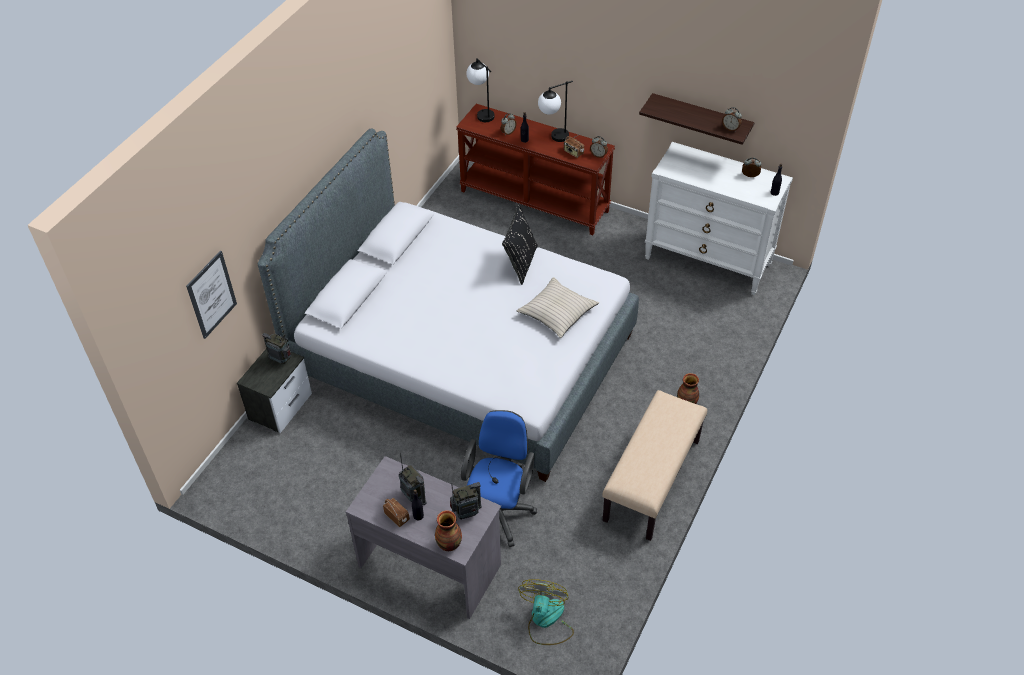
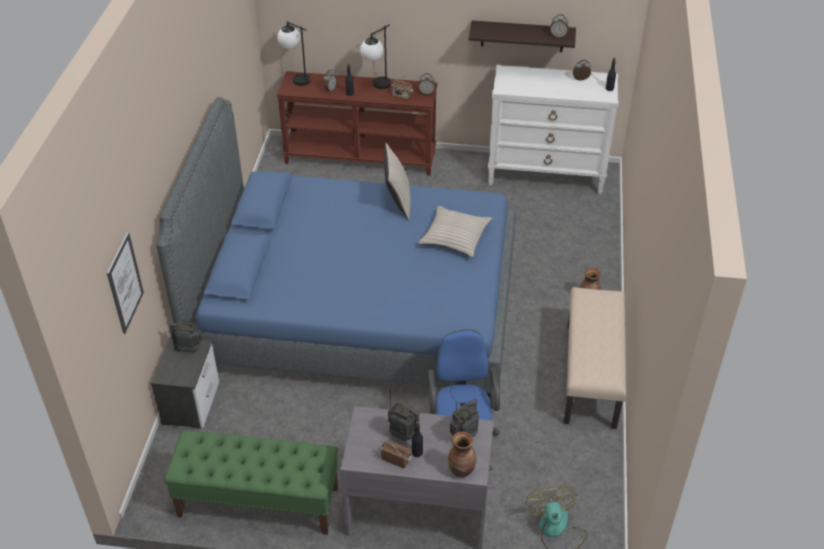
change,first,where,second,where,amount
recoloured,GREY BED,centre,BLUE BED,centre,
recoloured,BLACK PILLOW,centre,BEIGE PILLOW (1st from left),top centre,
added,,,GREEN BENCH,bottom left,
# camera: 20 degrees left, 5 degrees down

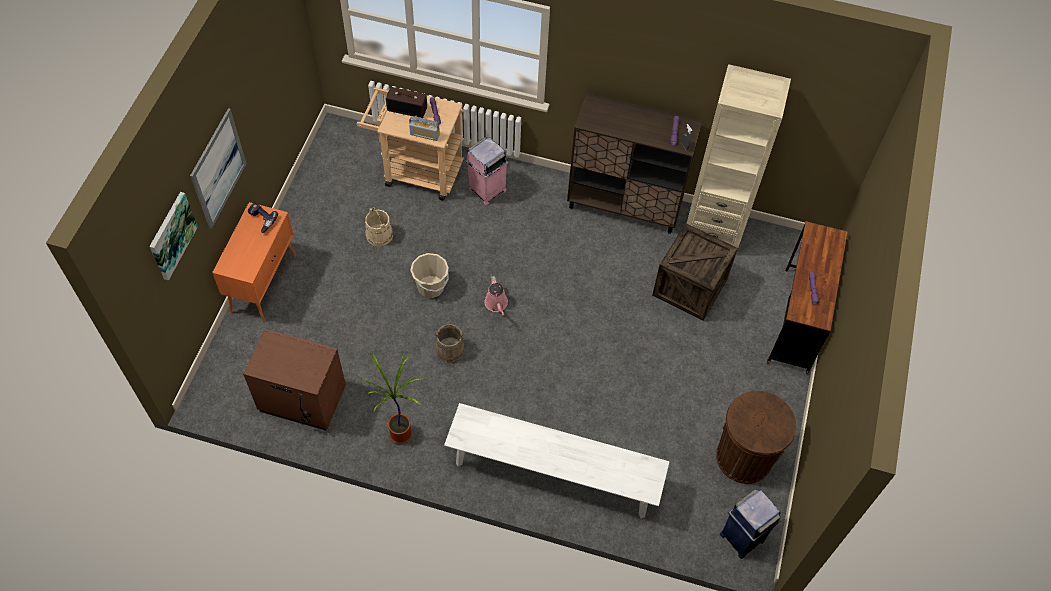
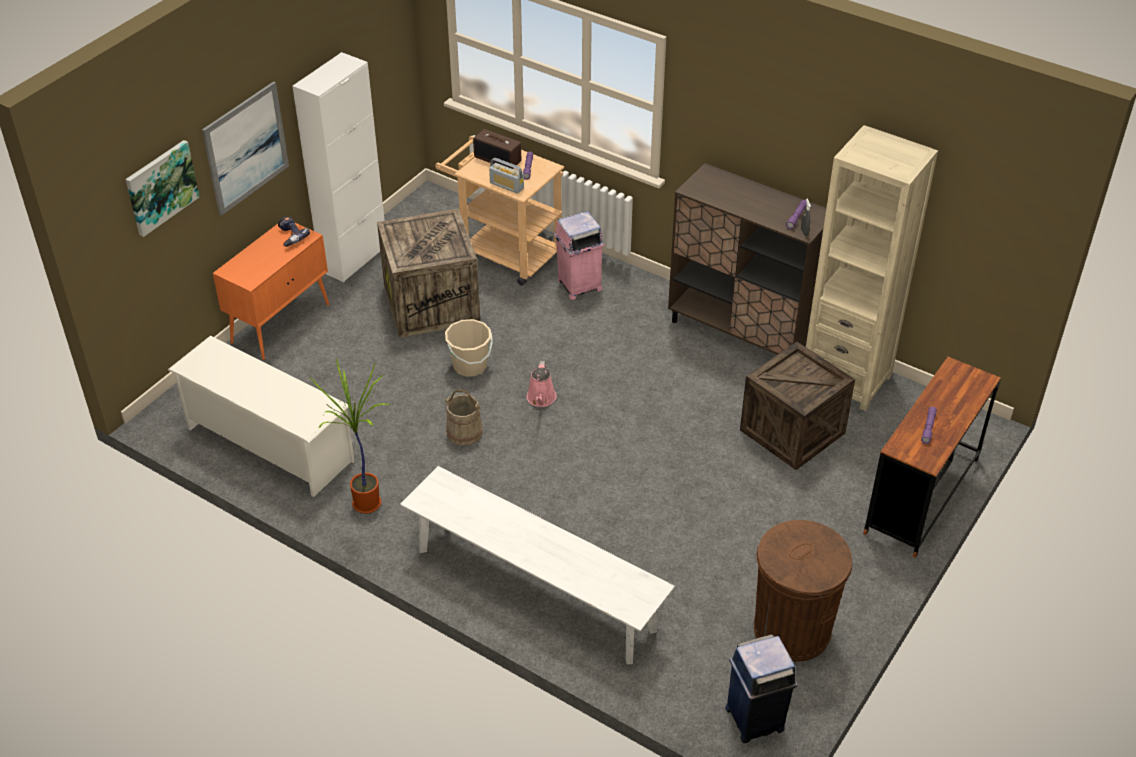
change,first,where,second,where,amount
replaced,BEIGE BUCKET (1st from left),centre,CRATE (1st from left),centre,
replaced,BROWN NIGHTSTAND,middle left,WHITE SHOE RACK,middle left,
added,,,WHITE CABINET,top left,
# camera: 20 degrees right, 15 degrees down

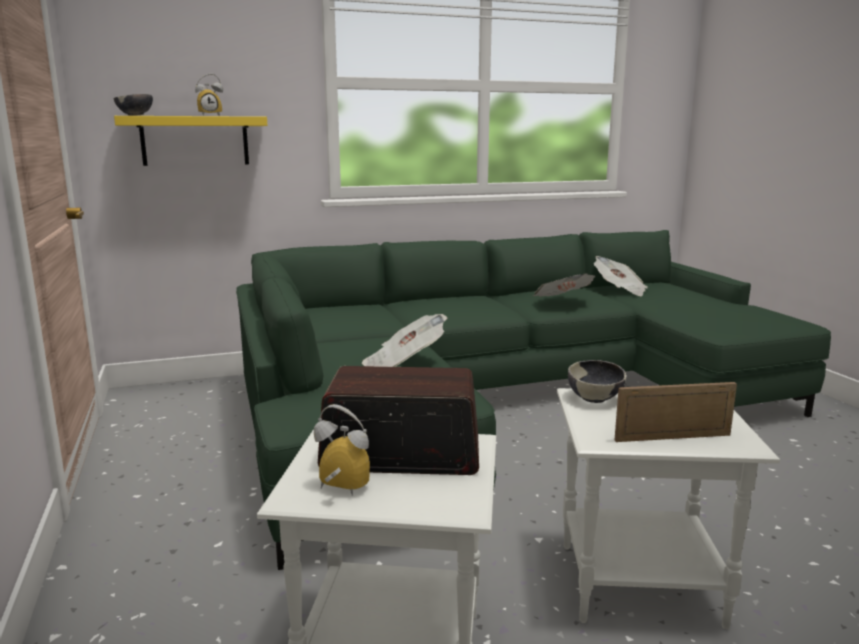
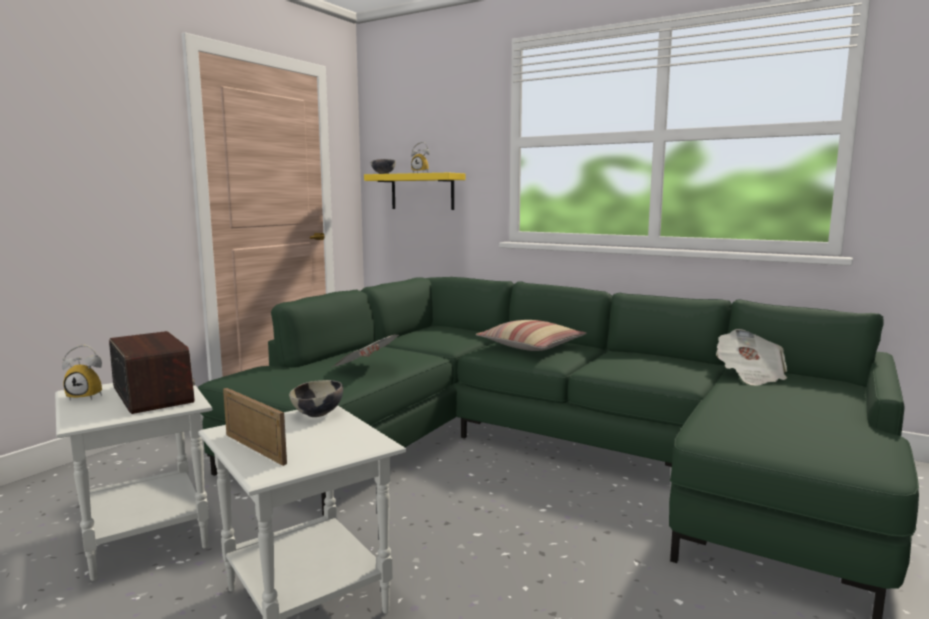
change,first,where,second,where,amount
removed,NEWSPAPER (2nd from left),centre,,,
turned,ALARM CLOCK (2nd from left in the first image),bottom centre,ALARM CLOCK (1st from left),middle left,105 degrees clockwise
added,,,PILLOW,centre,
# camera: 50 degrees right, 5 degrees down

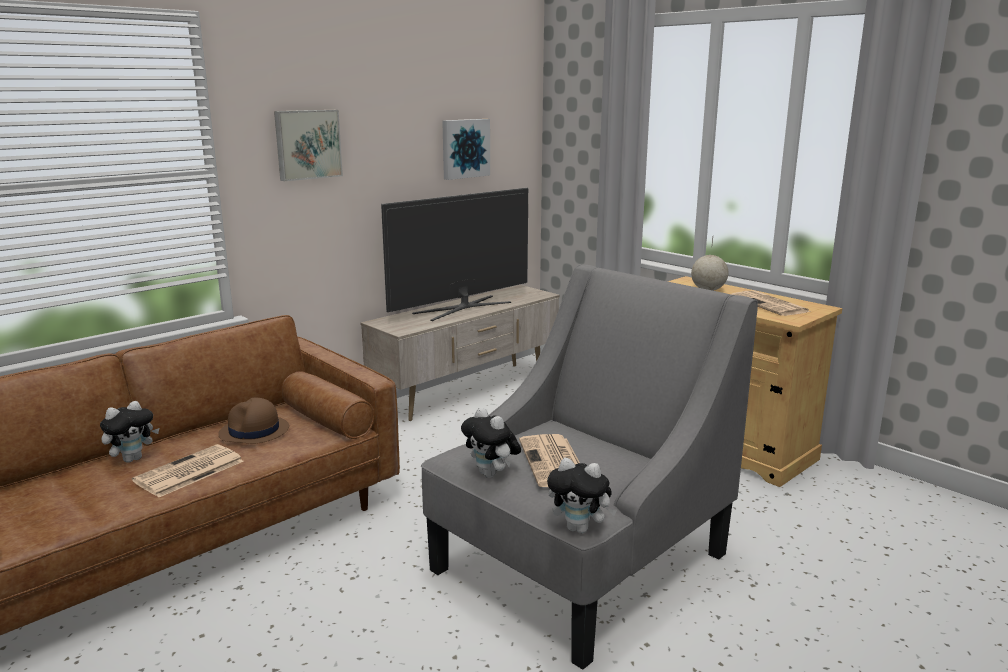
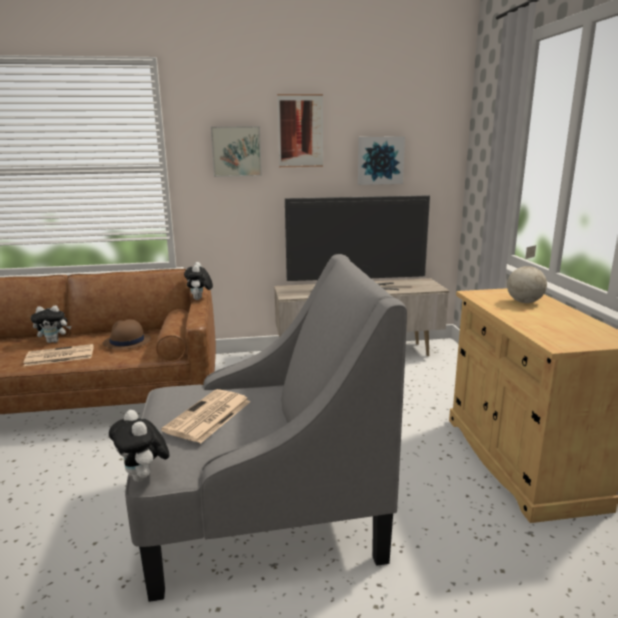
change,first,where,second,where,amount
removed,NEWSPAPER (3rd from left),middle right,,,
moved,PLUSH TOY (2nd from left in the first image),centre,PLUSH TOY (3rd from left),middle left,
added,,,PICTURE (2nd from left),top centre,
# camera: 35 degrees right, 0 degrees up

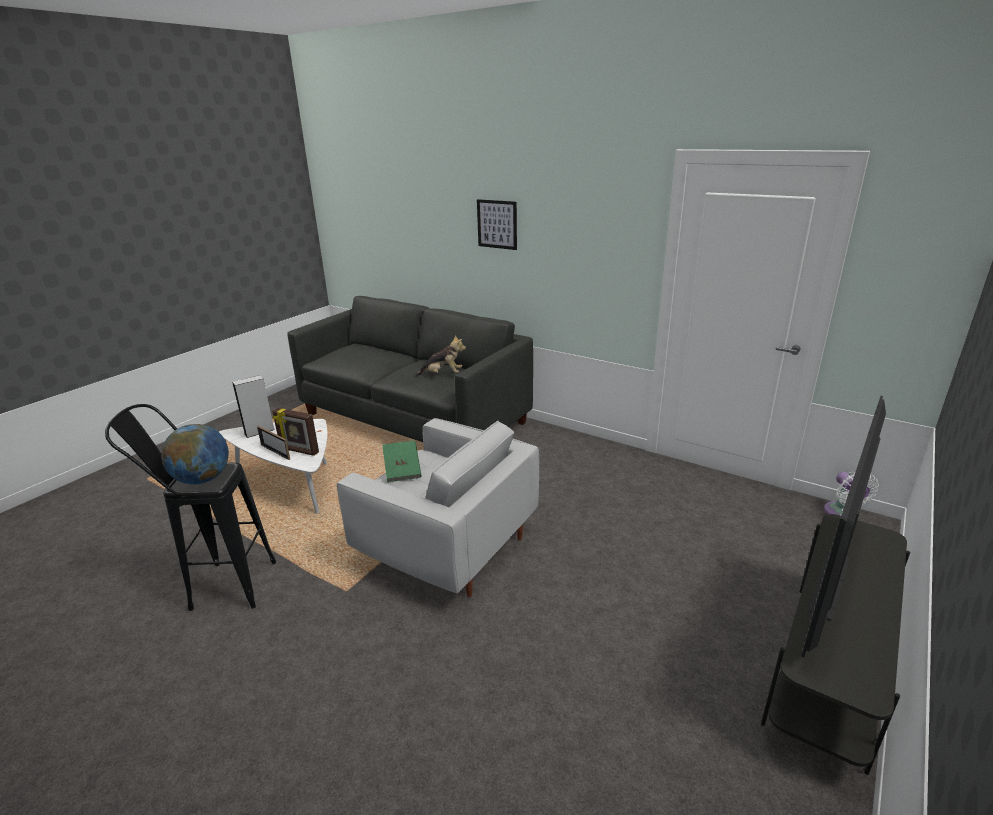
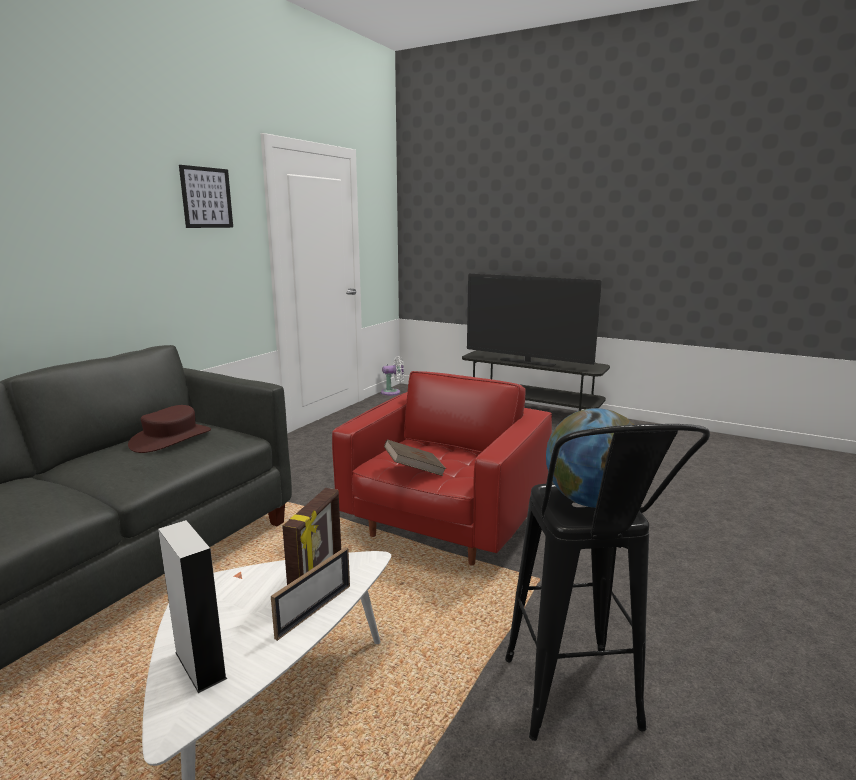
change,first,where,second,where,amount
moved,PICTURE,top centre,,top left,
replaced,PLUSH TOY,centre,BROWN HAT,middle left,
recoloured,WHITE ARMCHAIR,centre,RED ARMCHAIR,centre,
recoloured,GREEN BOOK,centre,BROWN BOOK,centre,
# camera: 95 degrees left, 10 degrees down

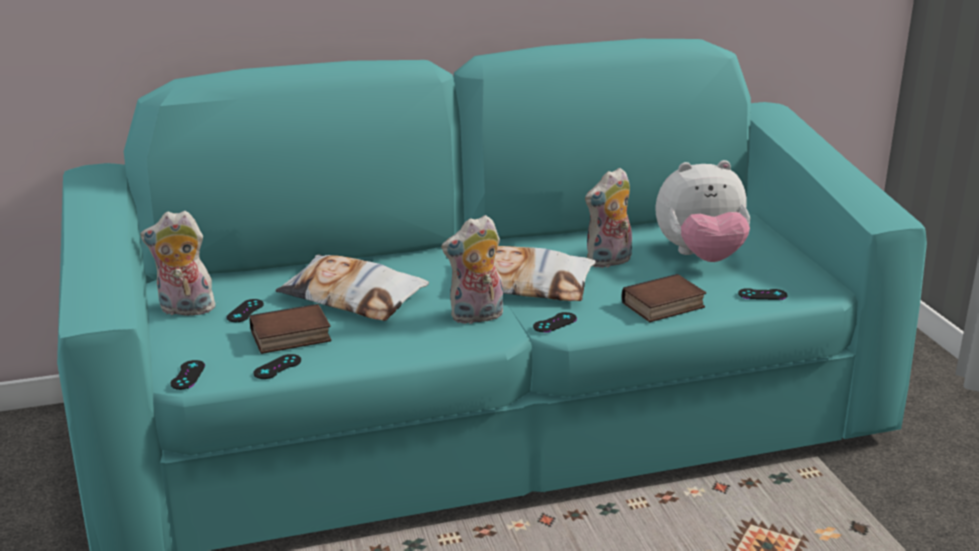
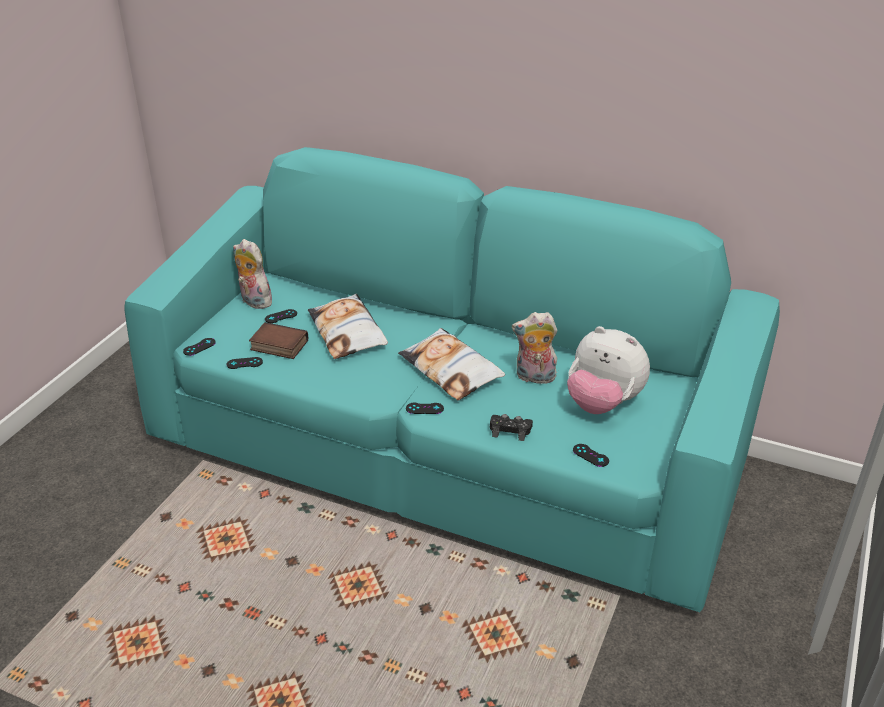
change,first,where,second,where,amount
removed,PLUSH TOY (2nd from left),centre,,,
replaced,BOOK (2nd from left),middle right,BLACK GAME CONTROLLER (5th from left),centre,
# camera: 40 degrees right, 10 degrees up

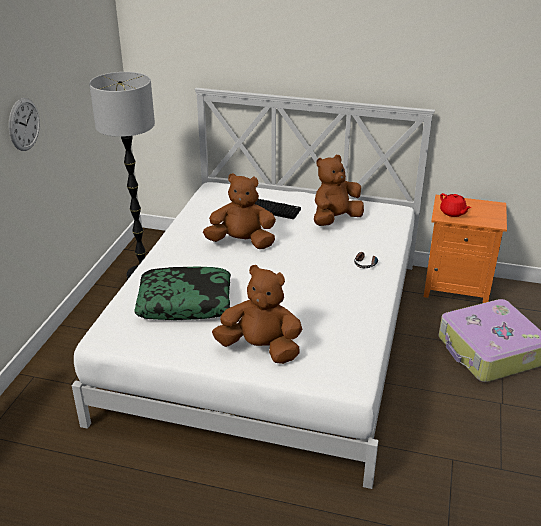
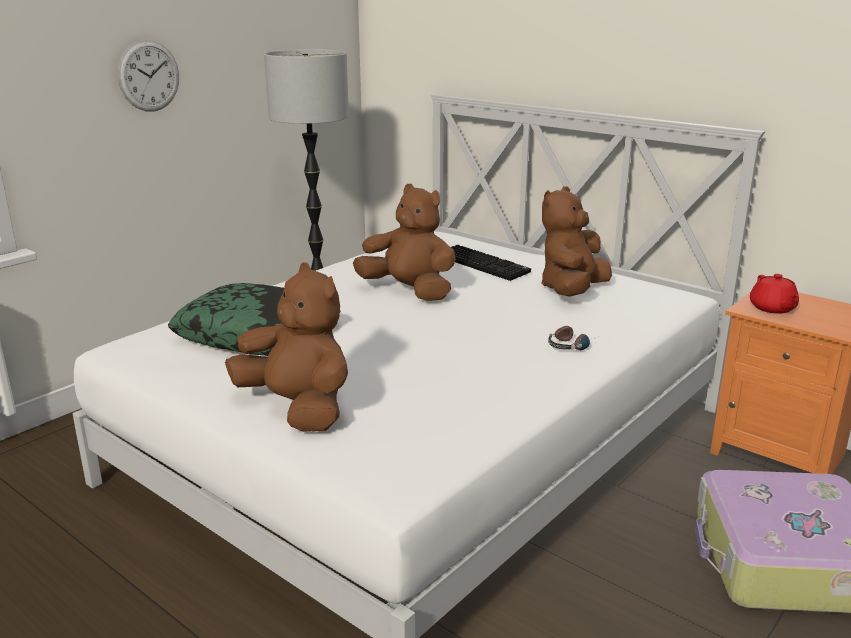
change,first,where,second,where,amount
turned,BROWN PLUSH TOY (3rd from left),centre,,middle right,45 degrees counterclockwise
# camera: 25 degrees right, 10 degrees down

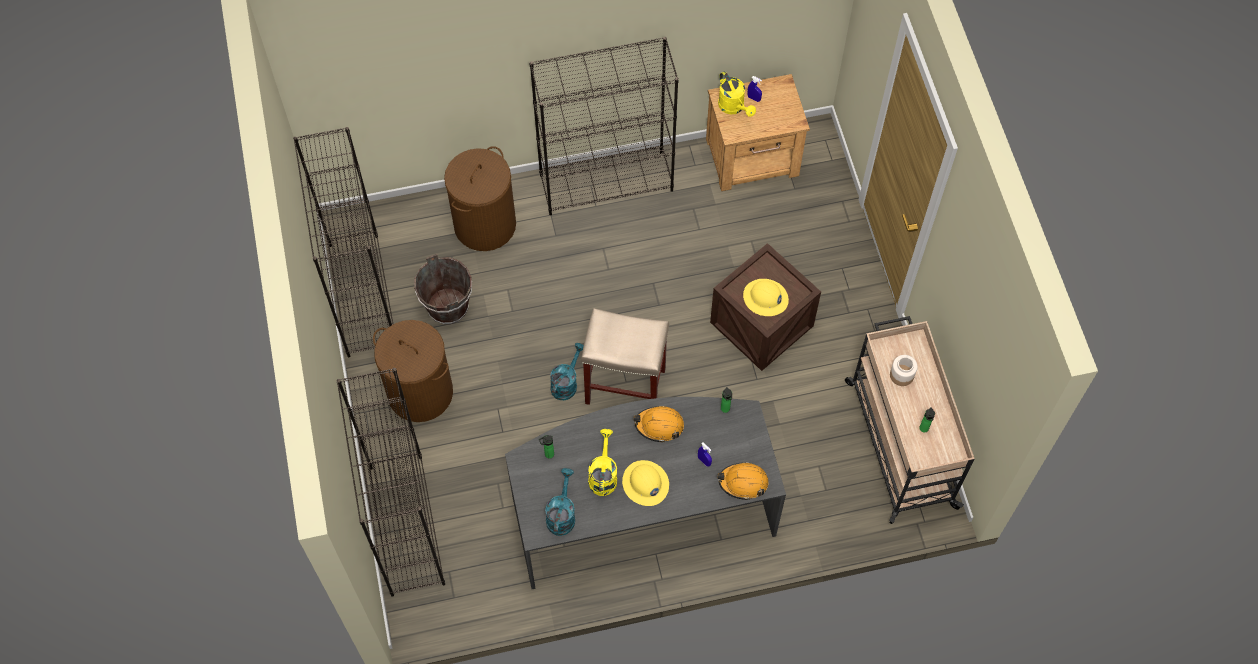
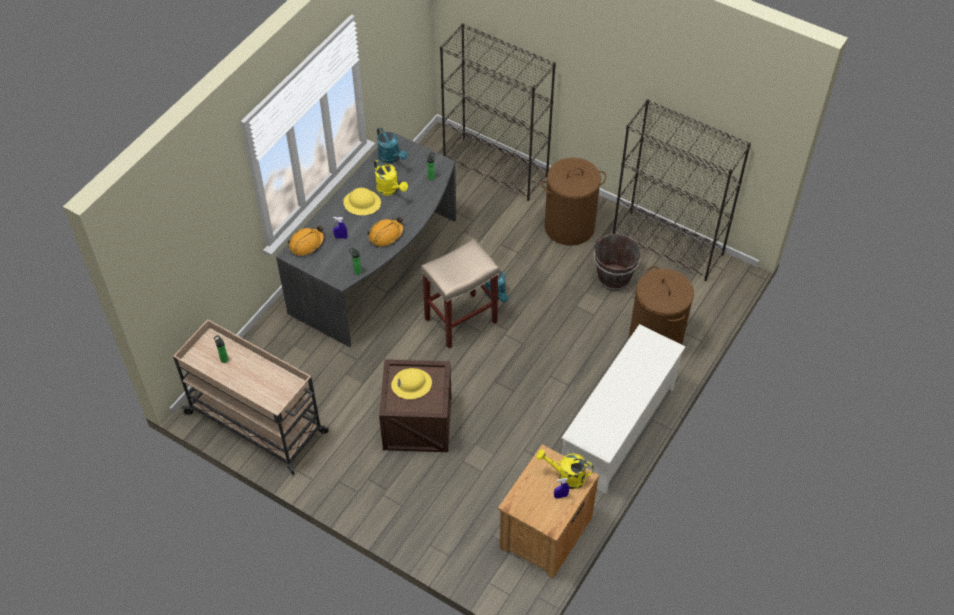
change,first,where,second,where,amount
replaced,BLACK BOOKCASE (3rd from left),top centre,WHITE SHOE RACK,centre,
removed,JAR,middle right,,,
# camera: 135 degrees right, 10 degrees down

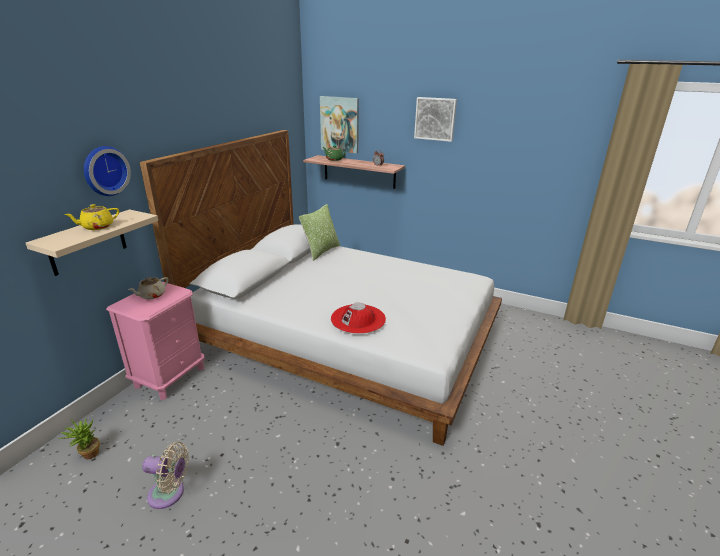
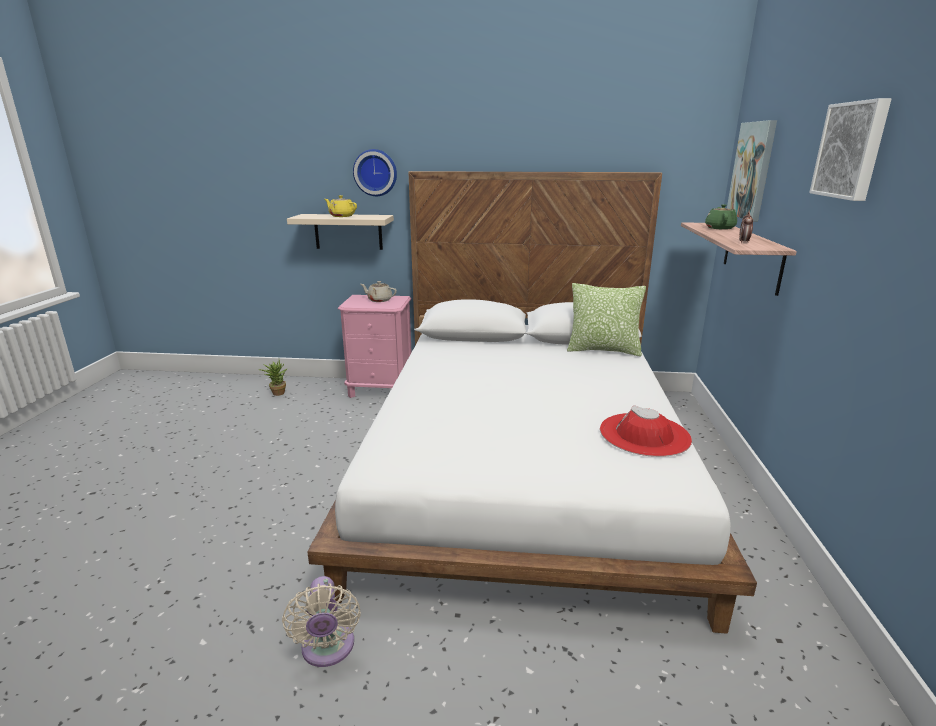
change,first,where,second,where,amount
moved,RED HAT,centre,,middle right,
moved,BEIGE FAN,bottom left,,bottom centre,
# camera: 70 degrees right, 5 degrees down

